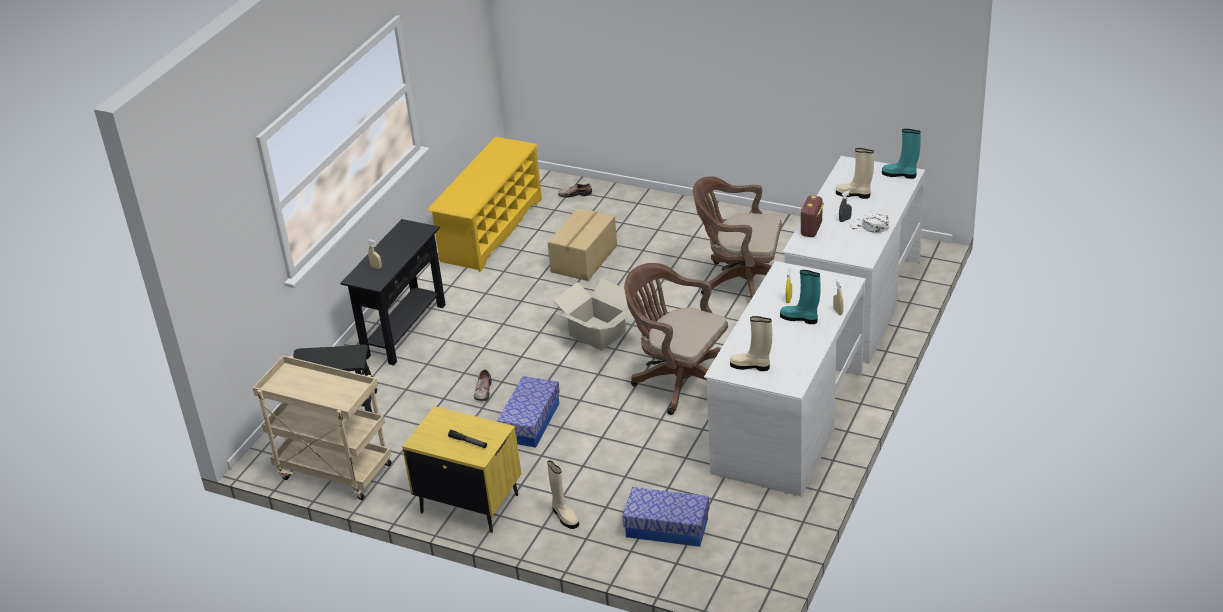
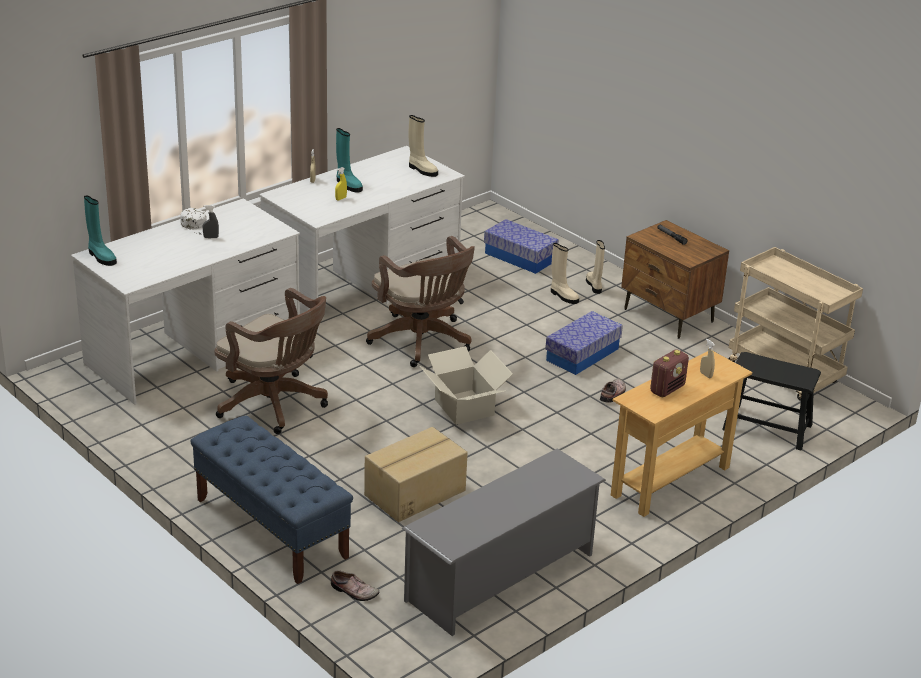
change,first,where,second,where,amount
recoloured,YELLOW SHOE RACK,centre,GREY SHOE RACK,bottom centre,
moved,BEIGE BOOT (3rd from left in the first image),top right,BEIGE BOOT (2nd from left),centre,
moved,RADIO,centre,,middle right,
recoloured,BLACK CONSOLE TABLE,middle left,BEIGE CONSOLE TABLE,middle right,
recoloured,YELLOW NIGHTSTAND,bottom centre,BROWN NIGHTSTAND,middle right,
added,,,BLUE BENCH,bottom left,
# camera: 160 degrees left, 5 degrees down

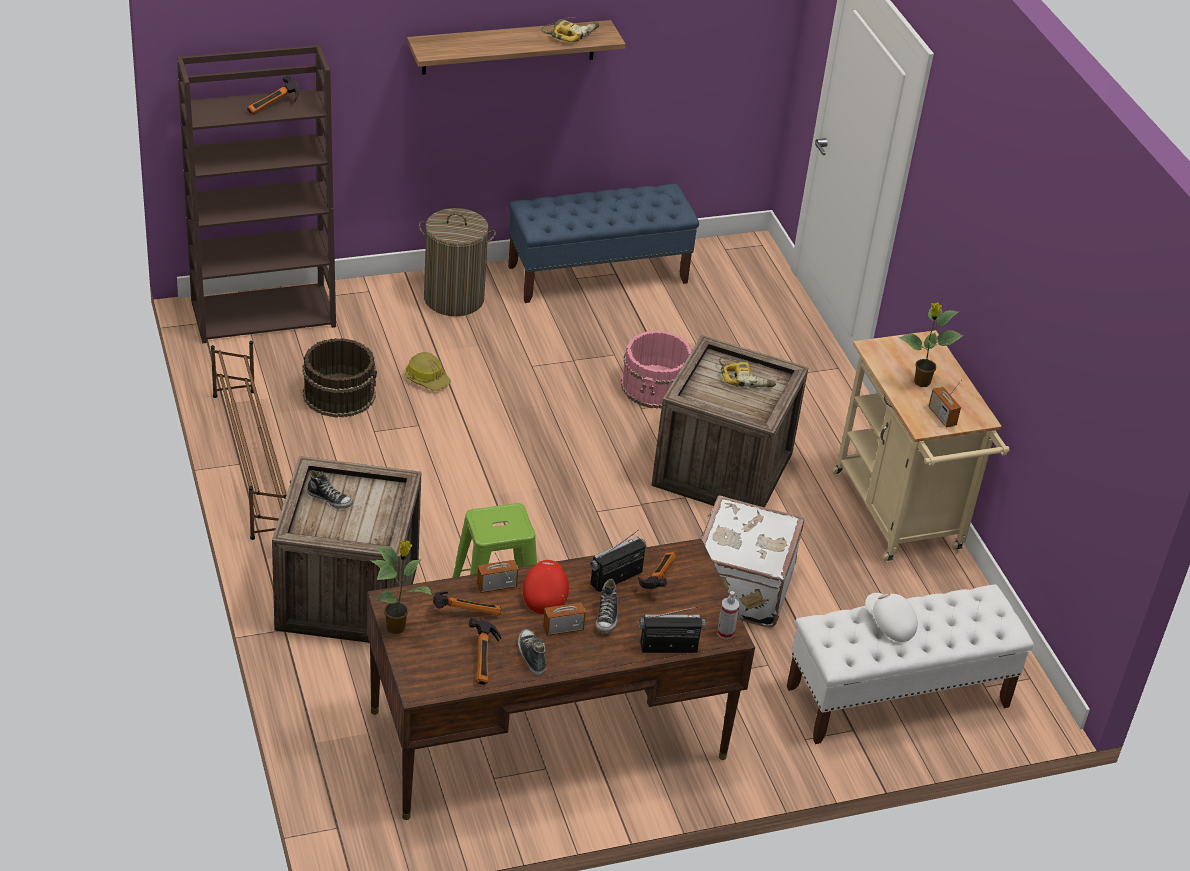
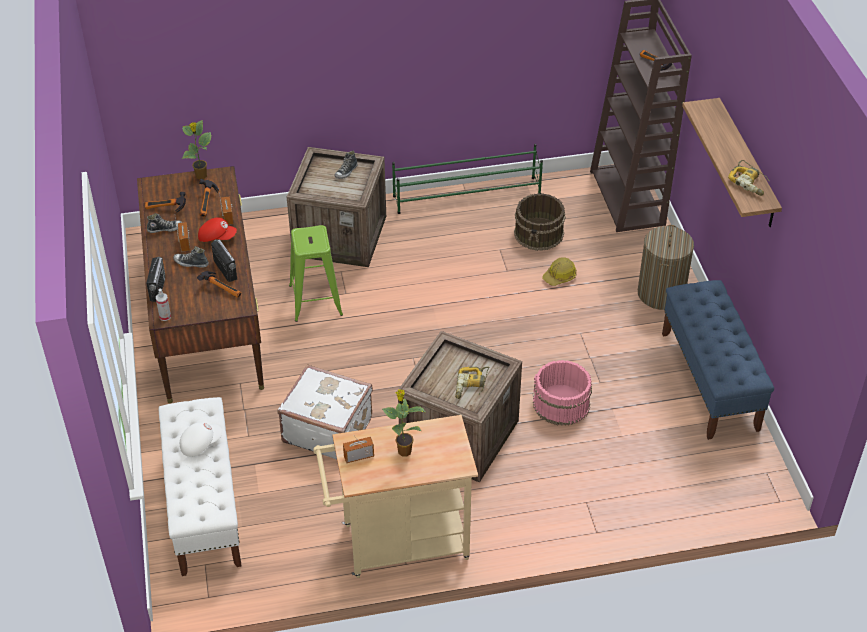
change,first,where,second,where,amount
recoloured,BROWN SHOE RACK,middle left,GREEN SHOE RACK,top centre,
# camera: 100 degrees right, 5 degrees up

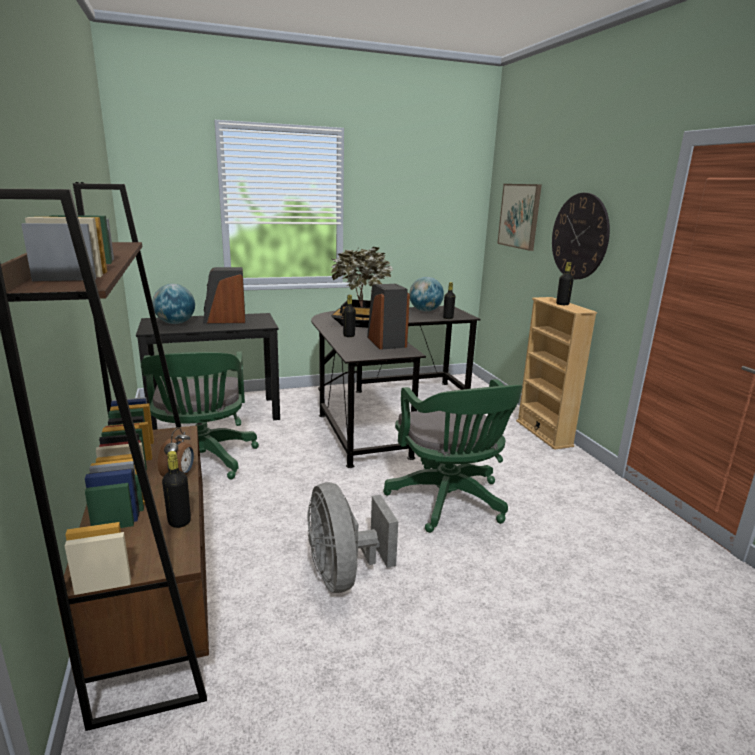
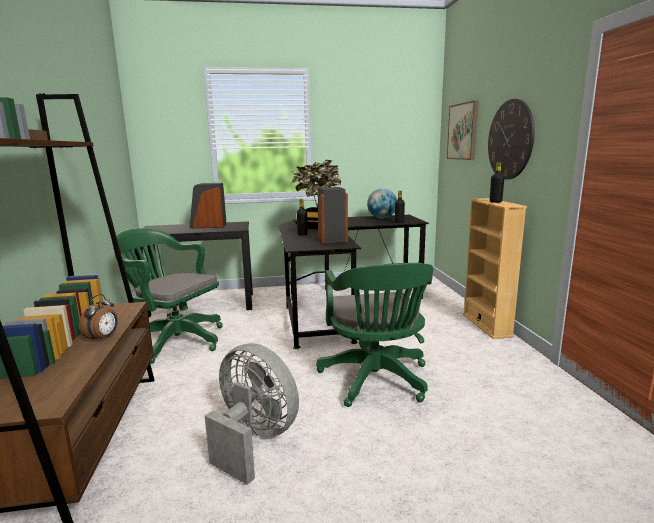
change,first,where,second,where,amount
removed,GLOBE (1st from left),middle left,,,
turned,GREEN OFFICE CHAIR (1st from left),middle left,,middle left,120 degrees clockwise
removed,BLACK BOTTLE (1st from left),middle left,,,
turned,GREY FAN,bottom centre,,bottom centre,135 degrees clockwise
# camera: 10 degrees right, 5 degrees down

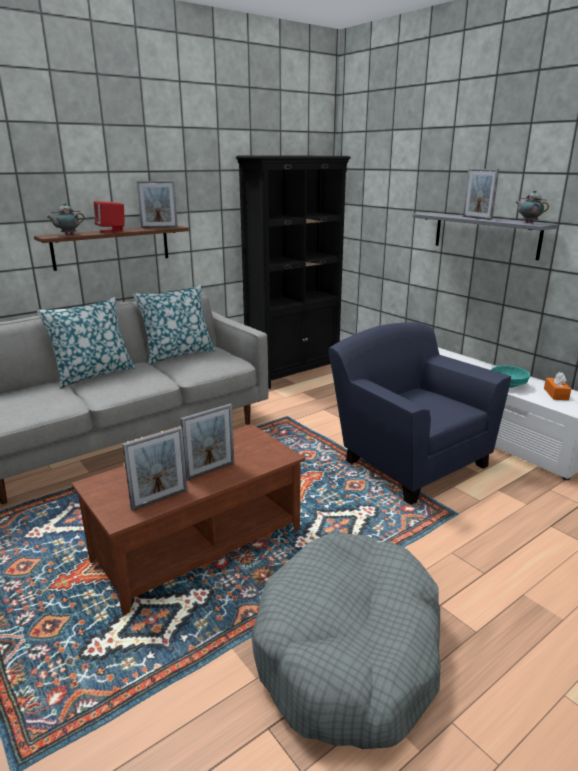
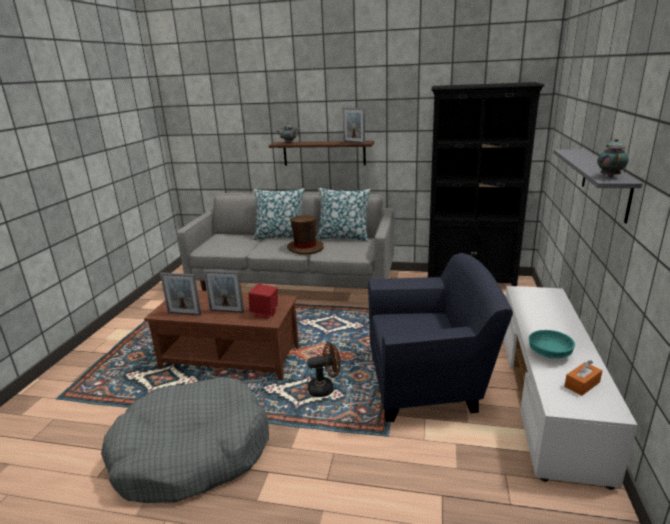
change,first,where,second,where,amount
removed,PICTURE FRAME (4th from left),top right,,,
moved,RED SPEAKER,top left,,centre,
turned,BLUE ARMCHAIR,middle right,,centre,75 degrees clockwise
added,,,BROWN HAT,centre,
added,,,BROWN FAN,bottom centre,
# camera: 50 degrees right, 0 degrees up

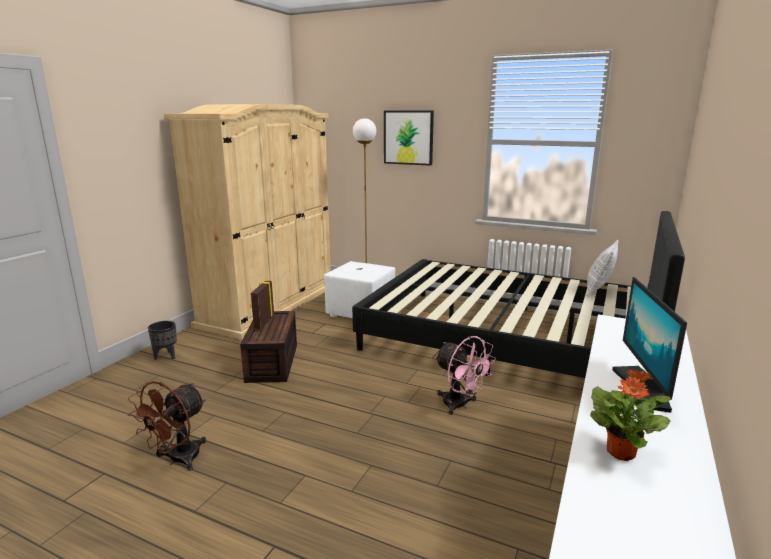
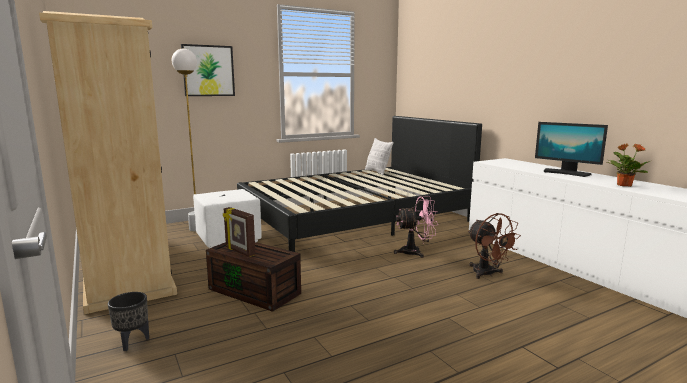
change,first,where,second,where,amount
moved,BROWN FAN,bottom left,,middle right,
# camera: 55 degrees left, 5 degrees down

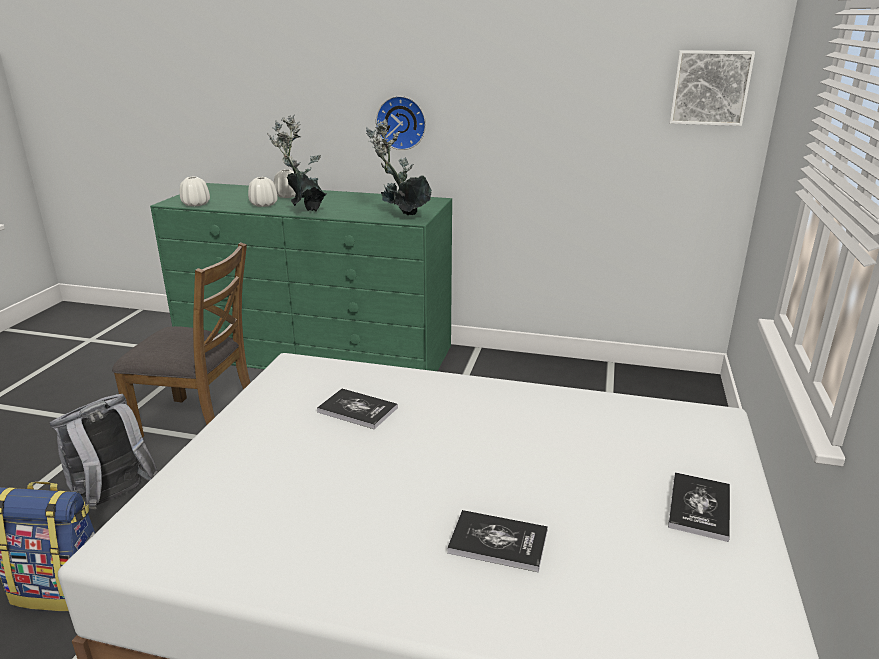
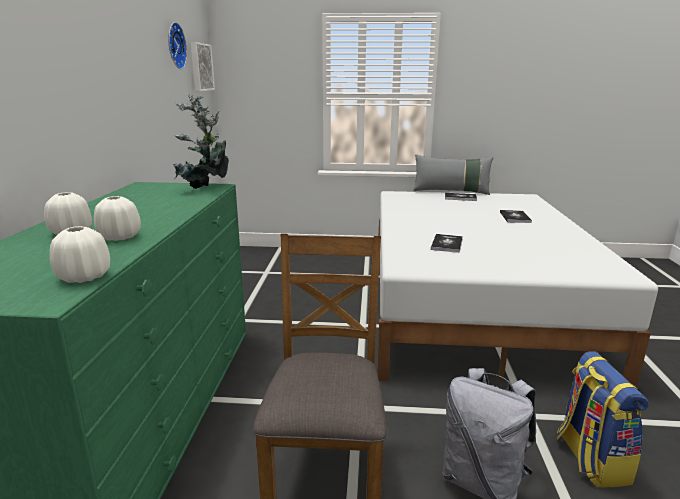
change,first,where,second,where,amount
moved,WALL CLOCK,top centre,,top left,
removed,POTTED PLANT (1st from left),top centre,,,
added,,,GREY PILLOW,centre,
# camera: 100 degrees left, 5 degrees down

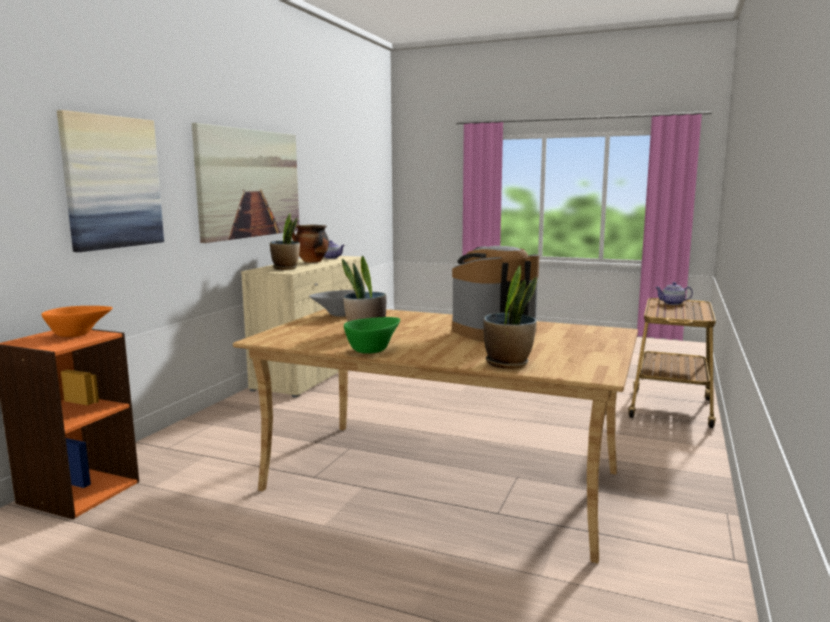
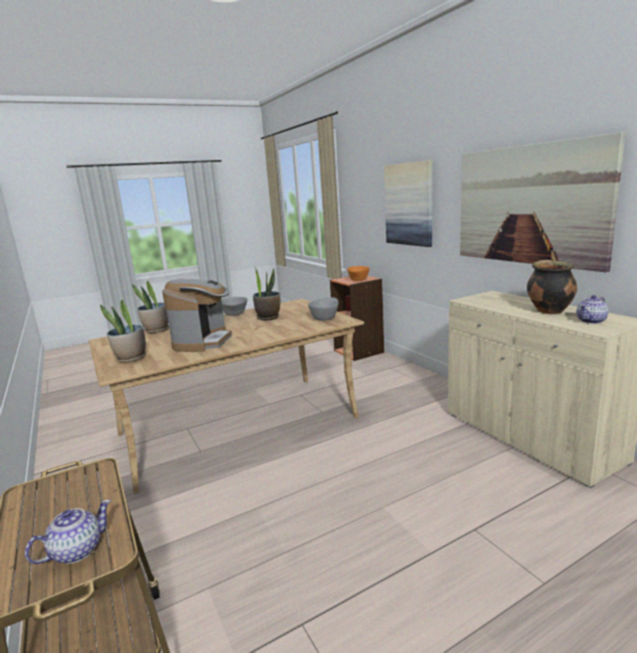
change,first,where,second,where,amount
moved,POTTED PLANT (1st from left),centre,,middle left,
recoloured,GREEN BOWL,centre,GREY BOWL (1st from left),centre,
# camera: 130 degrees right, 5 degrees up

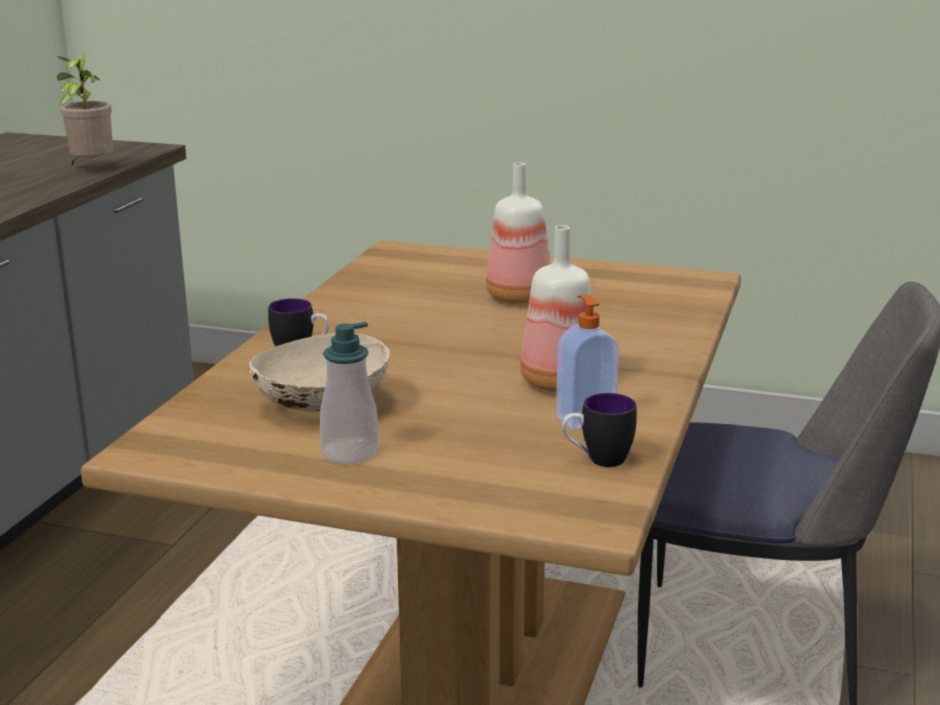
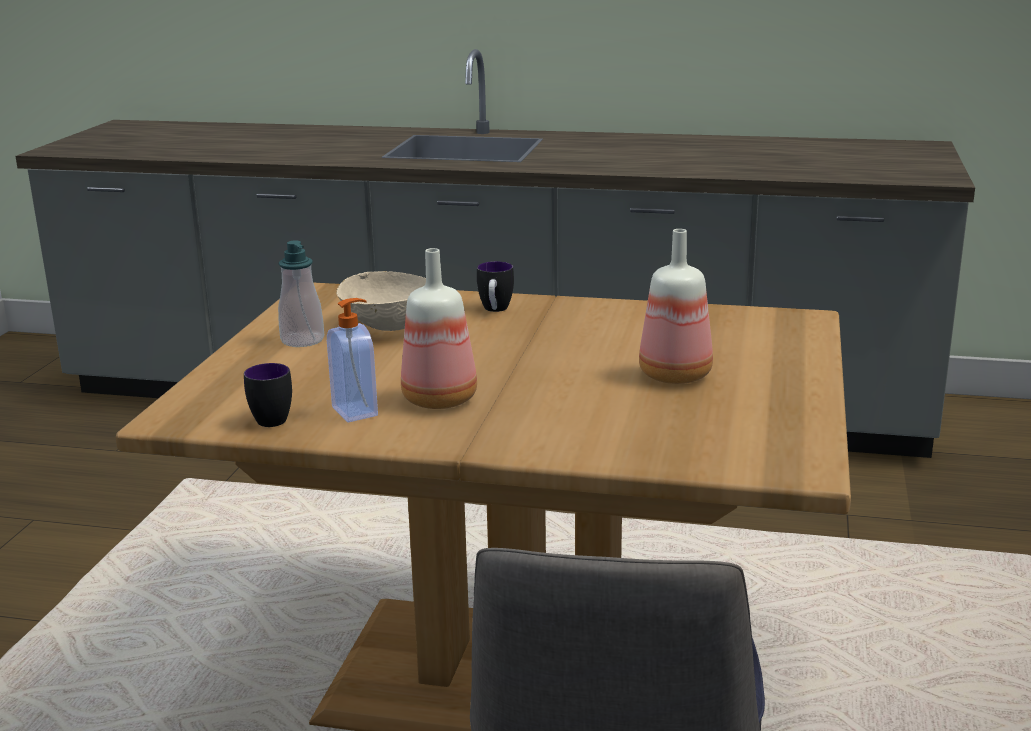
change,first,where,second,where,amount
removed,POTTED PLANT,top left,,,
# camera: 85 degrees right, 0 degrees up

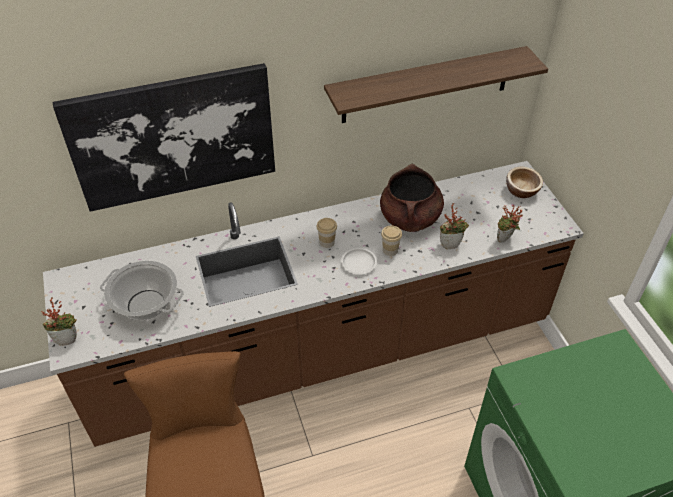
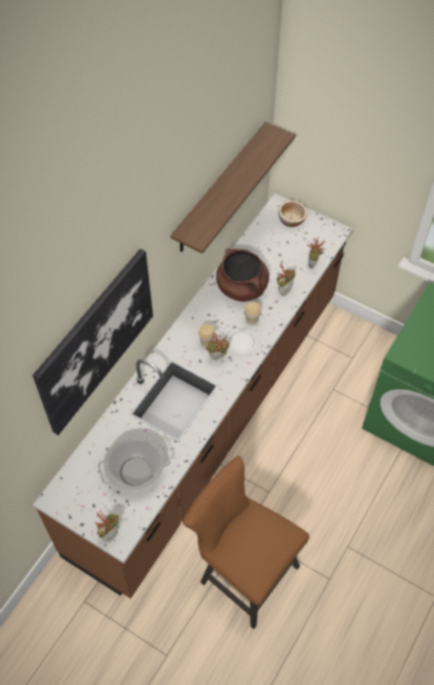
change,first,where,second,where,amount
added,,,POTTED PLANT (2nd from left),centre,
# camera: 40 degrees left, 10 degrees up

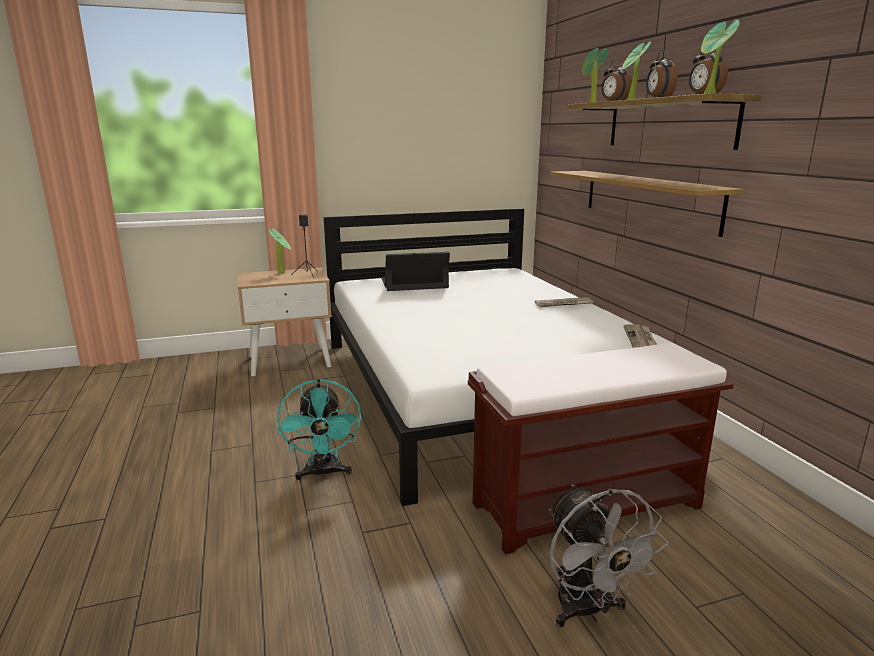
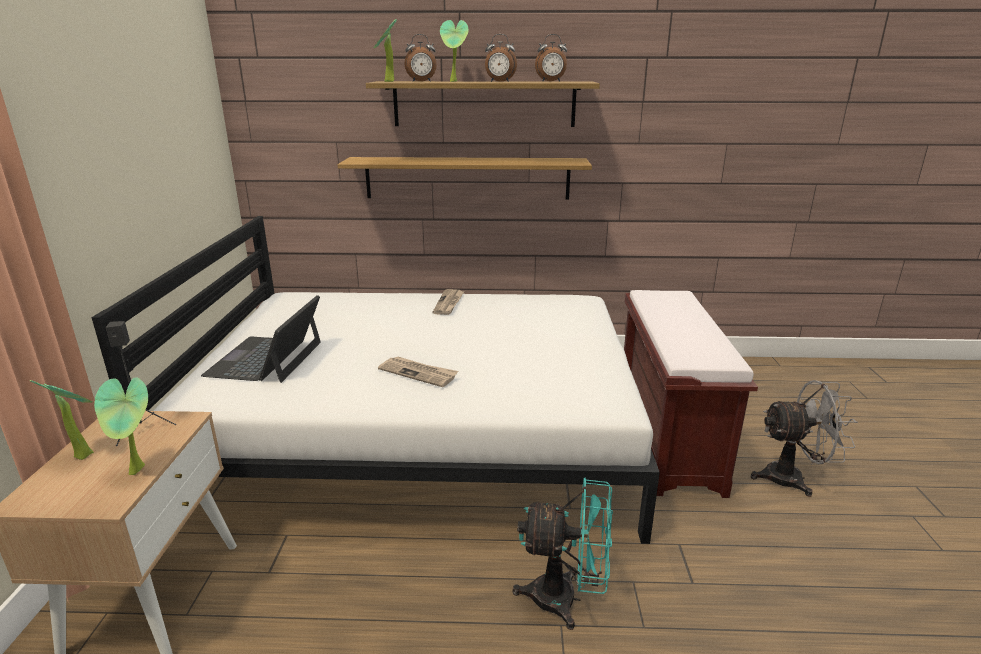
change,first,where,second,where,amount
moved,POTTED PLANT (4th from left in the first image),top right,POTTED PLANT (2nd from left),middle left,
moved,NEWSPAPER (2nd from left in the first image),middle right,NEWSPAPER (1st from left),centre,
# camera: 70 degrees left, 5 degrees up

